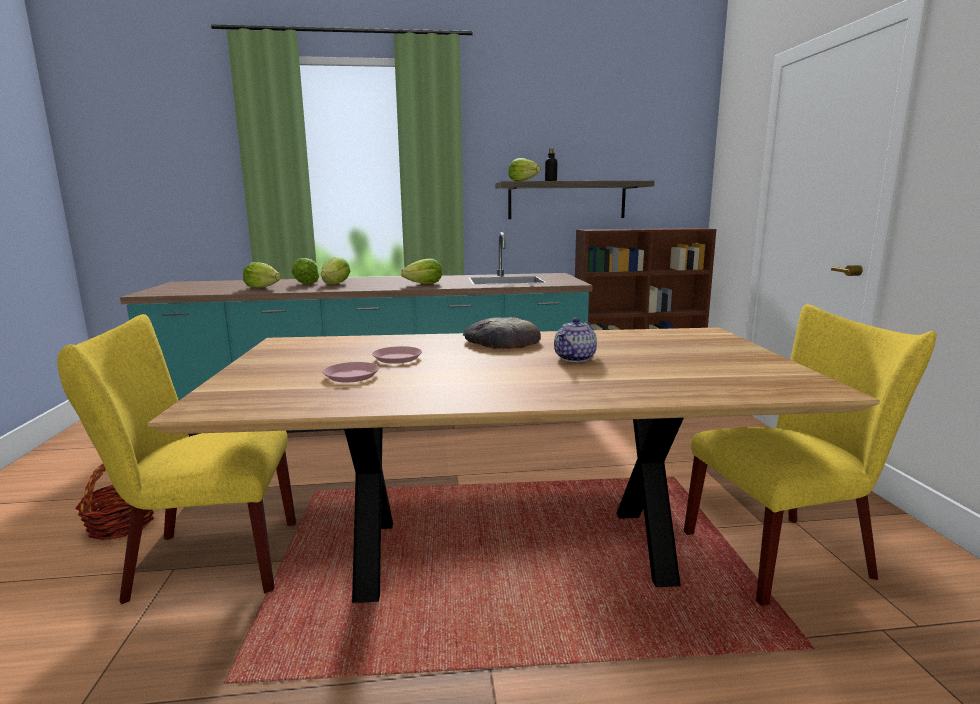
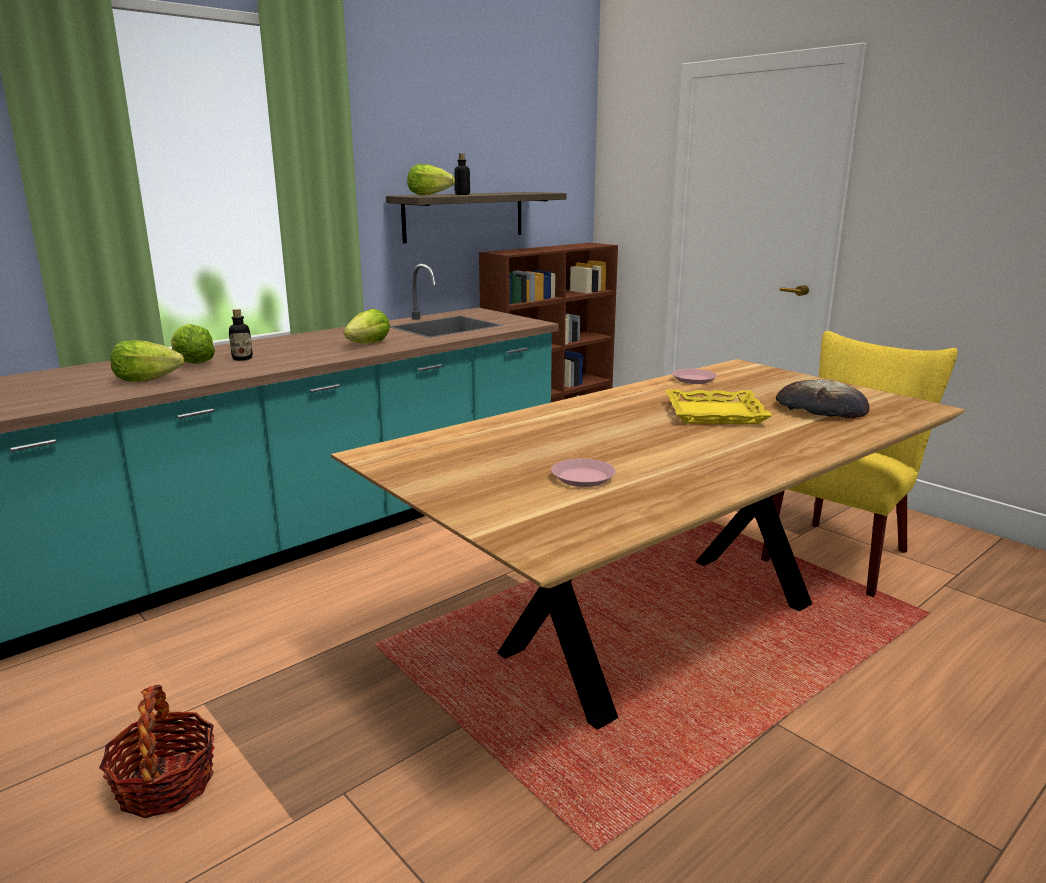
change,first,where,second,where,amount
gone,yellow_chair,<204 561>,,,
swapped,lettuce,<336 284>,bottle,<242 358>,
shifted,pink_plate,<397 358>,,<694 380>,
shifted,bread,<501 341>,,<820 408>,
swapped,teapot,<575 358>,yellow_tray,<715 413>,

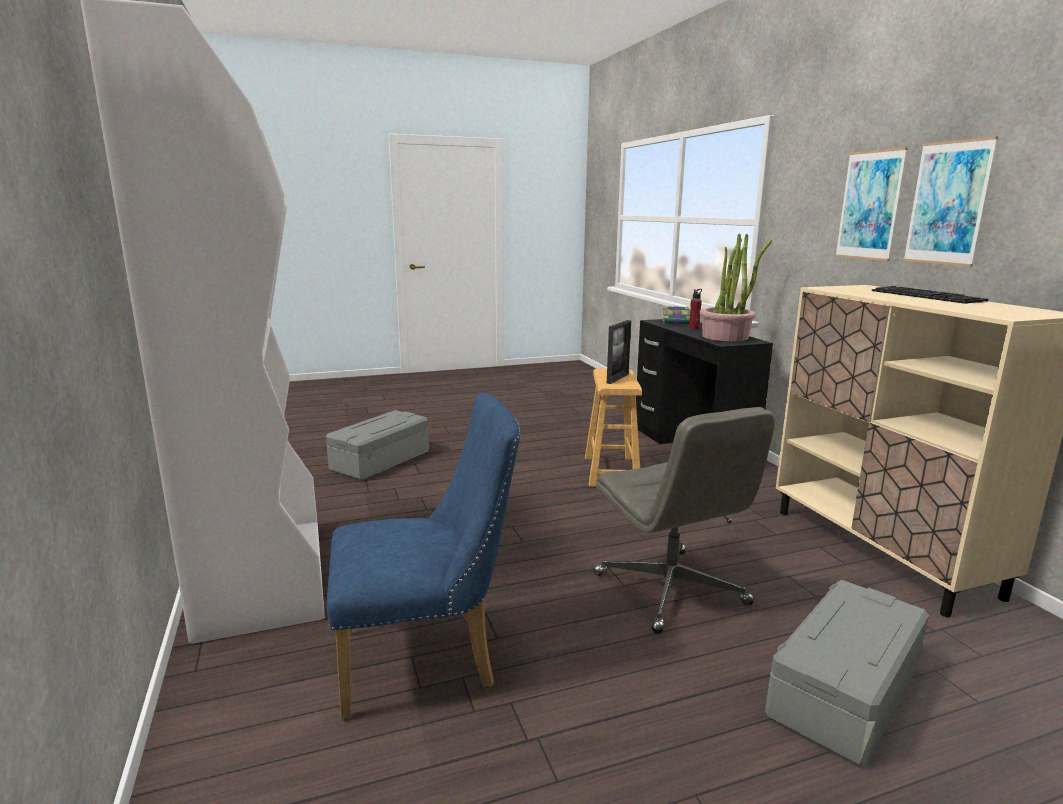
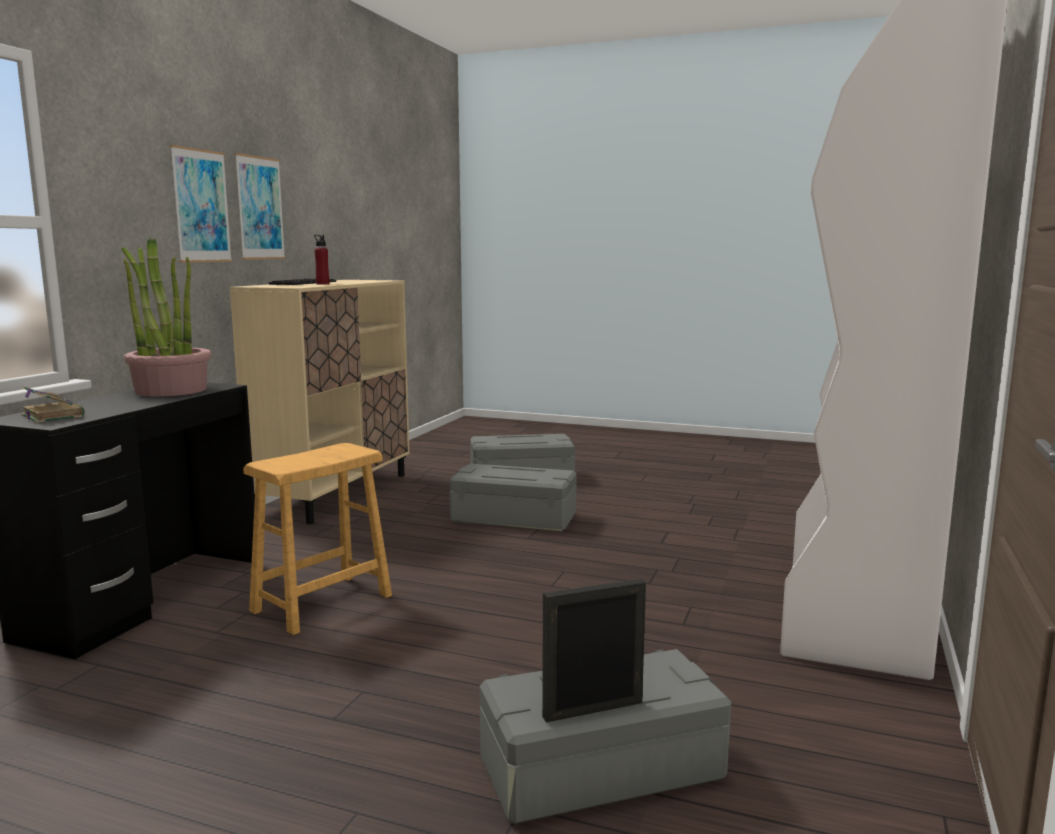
change,first,where,second,where,amount
gone,blue_chair,<428 660>,,,
swapped,grey_office_chair,<671 590>,grey_storage_box,<514 517>,
shifted,picture_frame,<617 378>,,<593 709>,
shifted,red_bottle,<694 328>,,<322 284>,

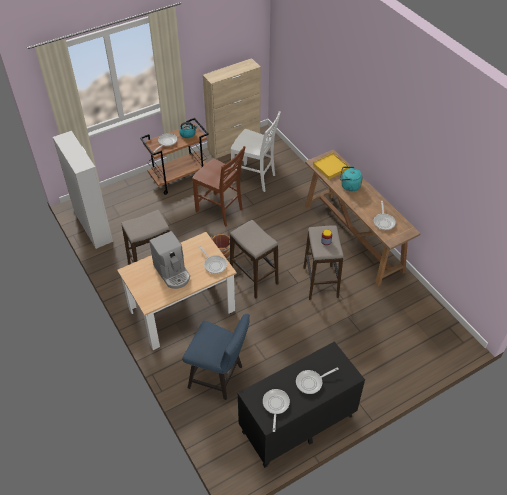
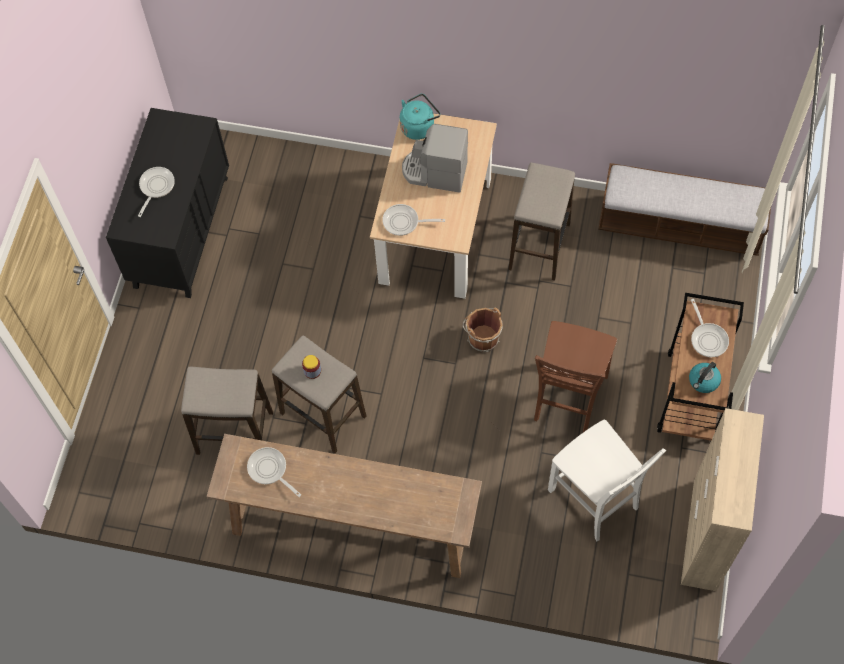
change,first,where,second,where,amount
swapped,cabinet,<93 226>,bench,<679 226>,
gone,blue_chair,<219 377>,,,
rotated,brown_chair,<220 210>,,<568 399>,60 degrees counterclockwise
shifted,stool,<253 278>,,<235 433>,
rotated,white_chair,<254 178>,,<595 500>,105 degrees counterclockwise
gone,frying_pan,<275 405>,,,
gone,yellow_tray,<330 167>,,,
shifted,turquoise_kettle,<349 186>,,<419 126>,

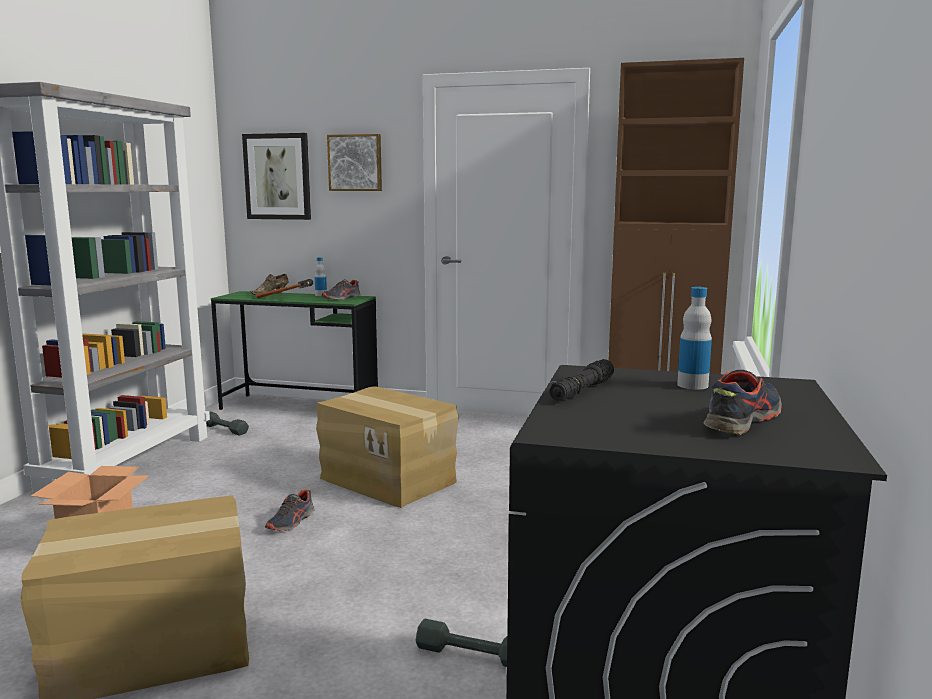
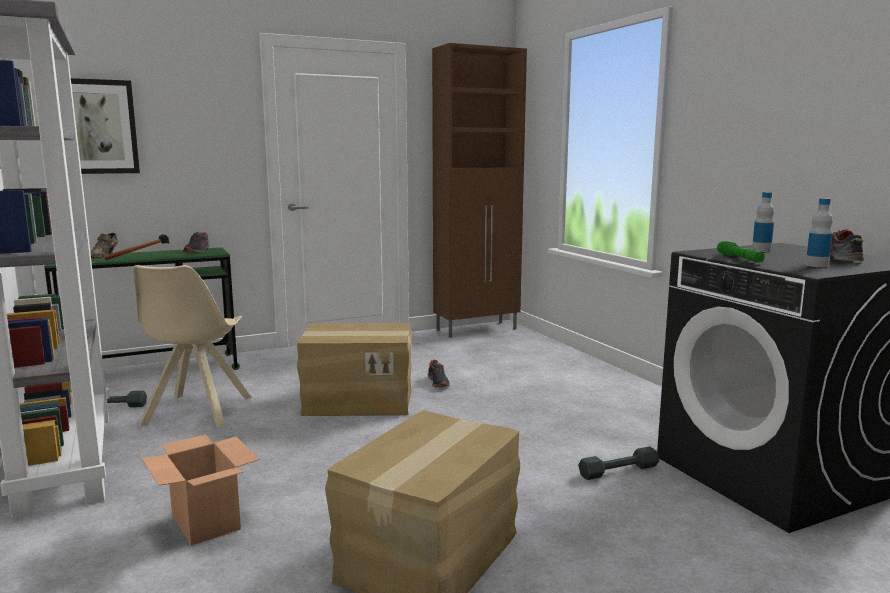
change,first,where,second,where,amount
shifted,shoe,<291 522>,,<438 382>,
shifted,bottle,<321 295>,,<816 265>,
gone,picture,<355 163>,,,
repainted,black_flashlight,<582 390>,green_flashlight,<739 258>,
new,,,beige_chair,<196 412>,

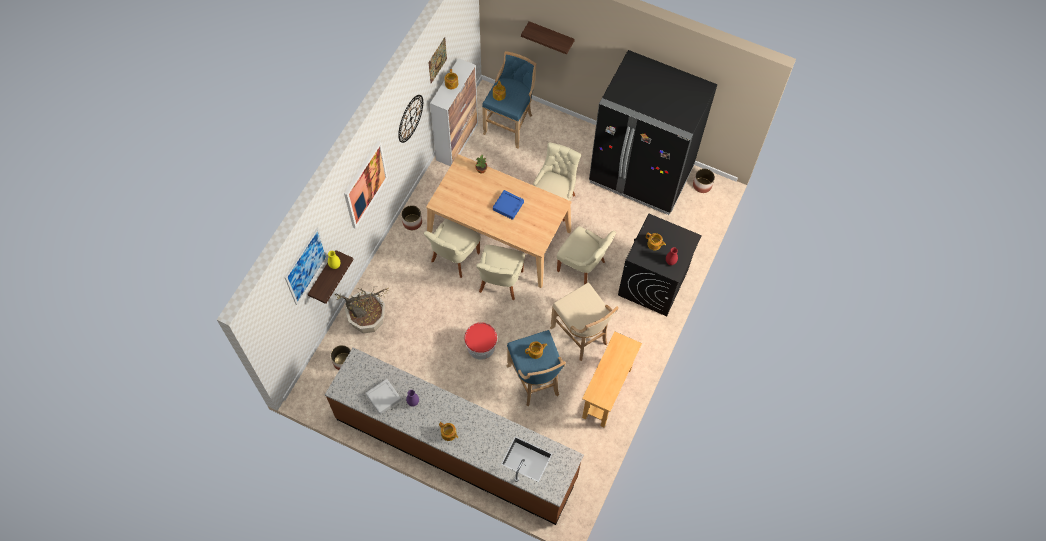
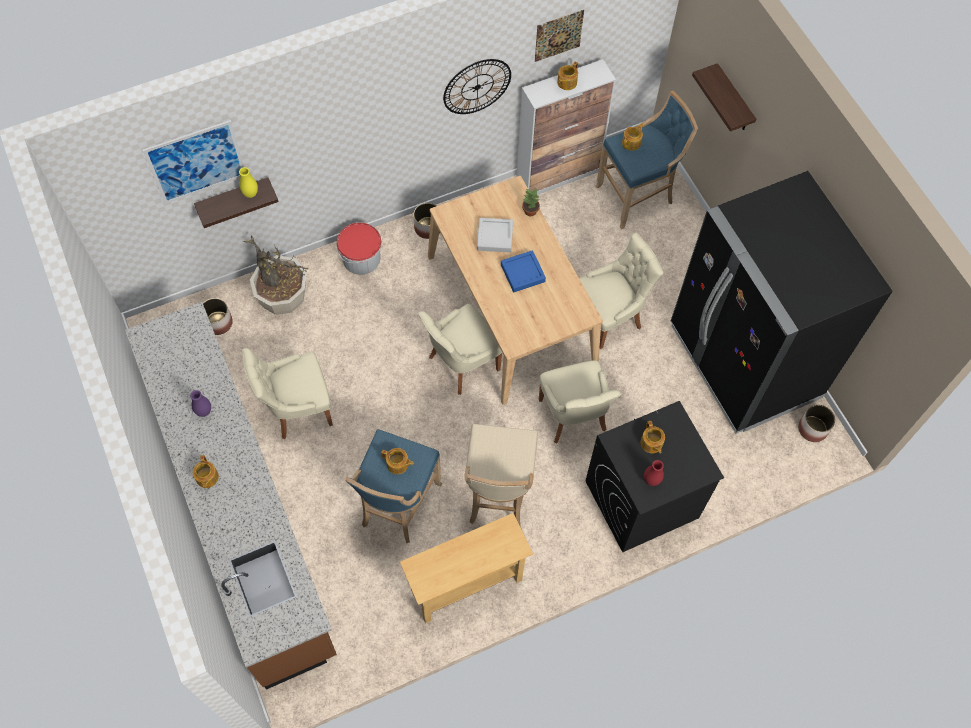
change,first,where,second,where,amount
gone,picture,<365 184>,,,
shifted,grey_tray,<383 397>,,<495 237>,
shifted,beige_chair,<453 258>,,<297 409>,
shifted,bucket,<481 346>,,<361 258>,

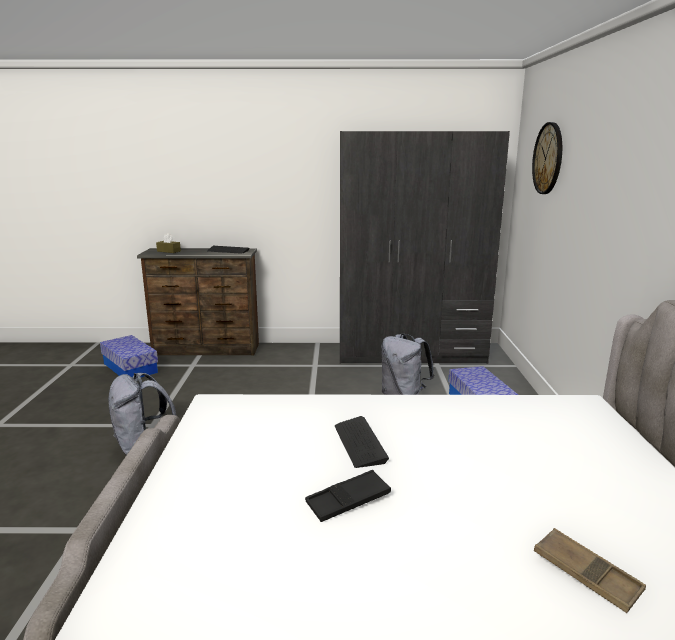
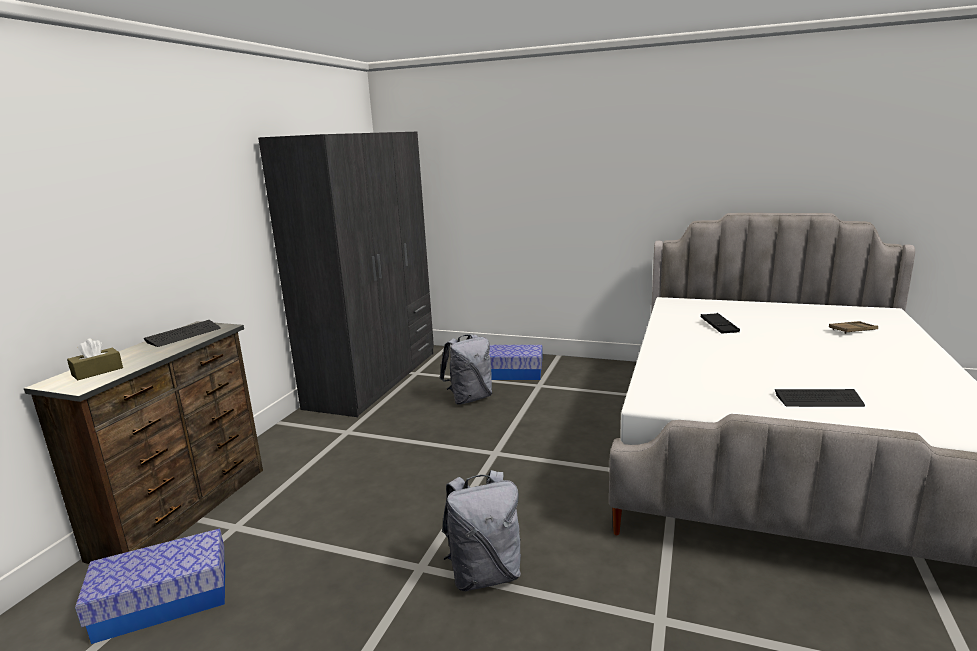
change,first,where,second,where,amount
shifted,black_tray,<348 501>,,<719 326>,
shifted,keyboard,<360 443>,,<818 400>,
gone,wall_clock,<548 158>,,,

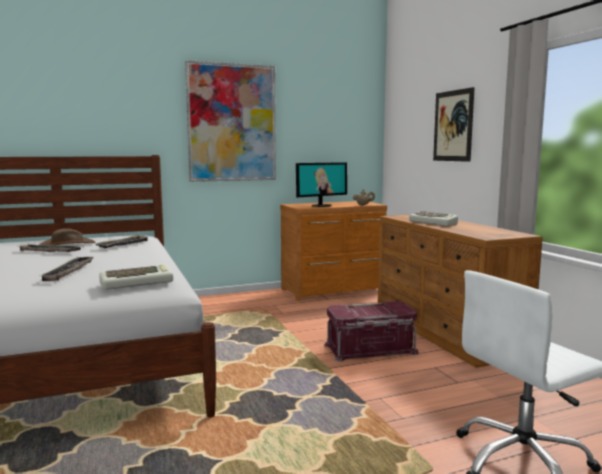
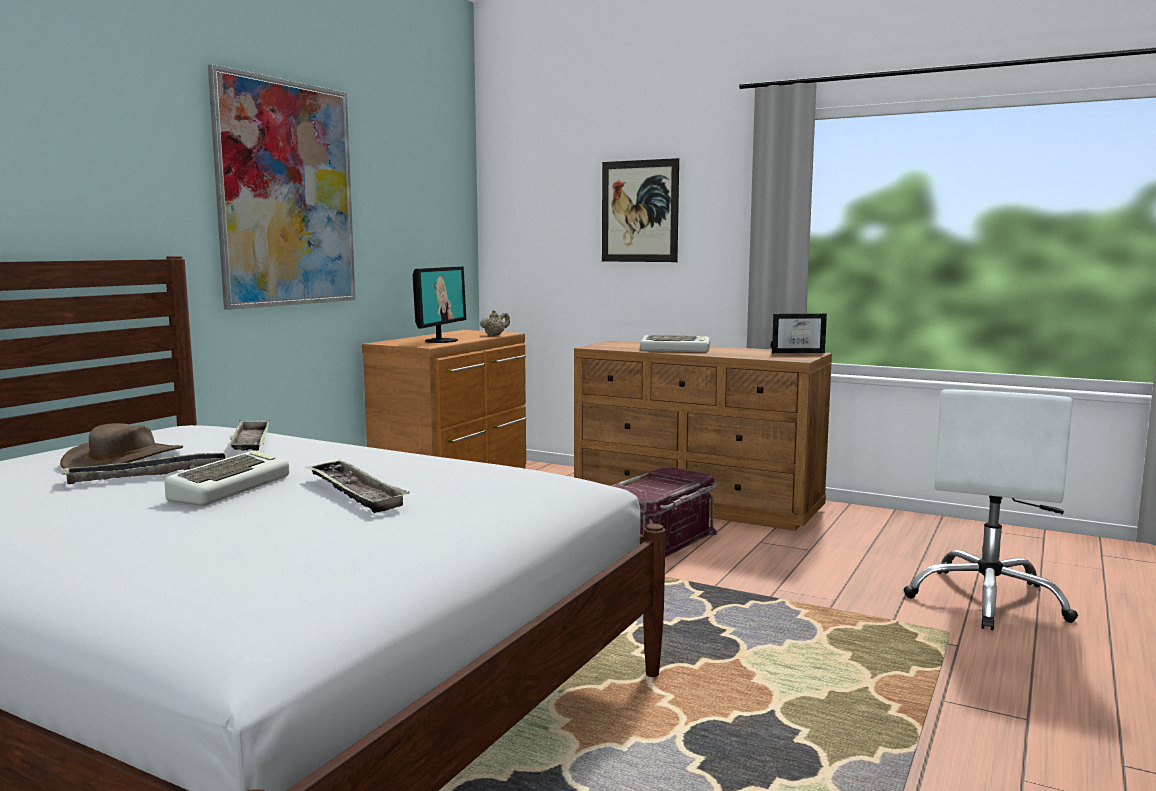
change,first,where,second,where,amount
shifted,keyboard,<137 282>,,<229 488>,
new,,,picture_frame,<797 352>,

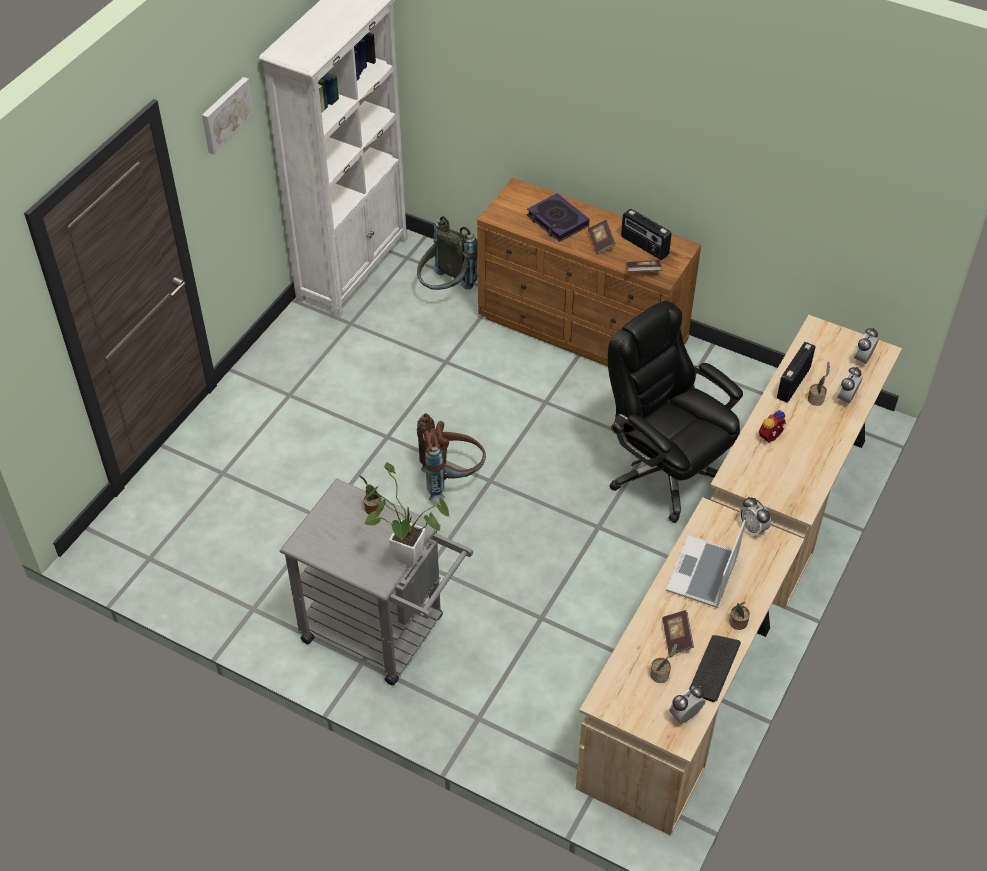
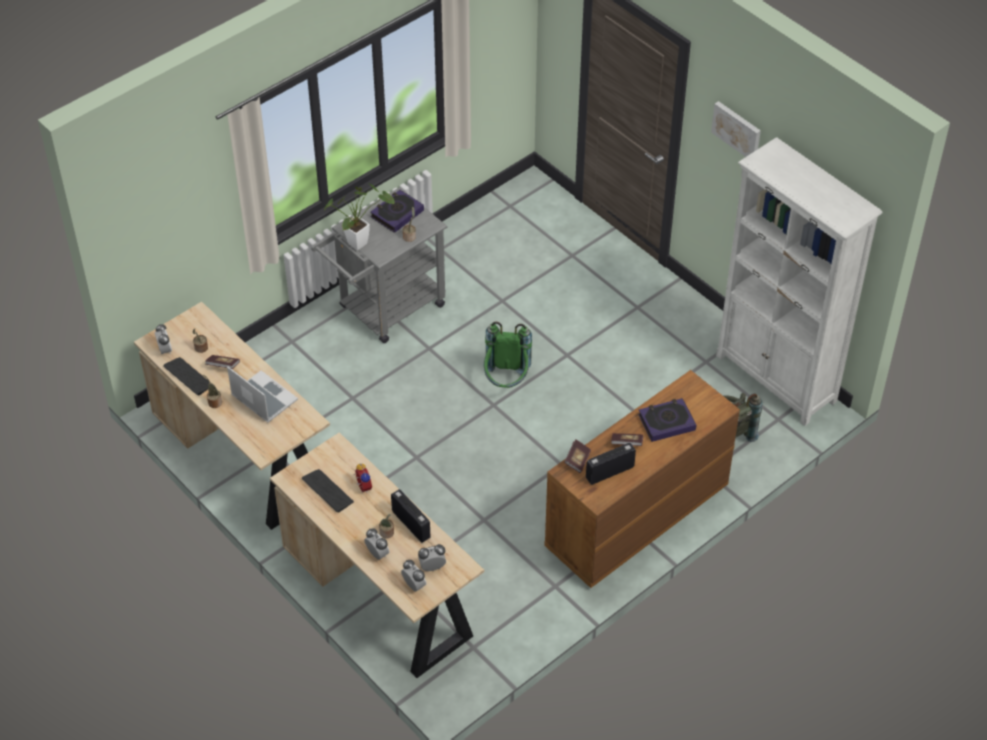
change,first,where,second,where,amount
repainted,brown_backpack,<451 478>,green_backpack,<506 382>,
gone,black_office_chair,<665 471>,,,
shifted,alarm_clock,<752 528>,,<432 567>,
new,,,keyboard,<328 491>,
new,,,book,<397 214>,

